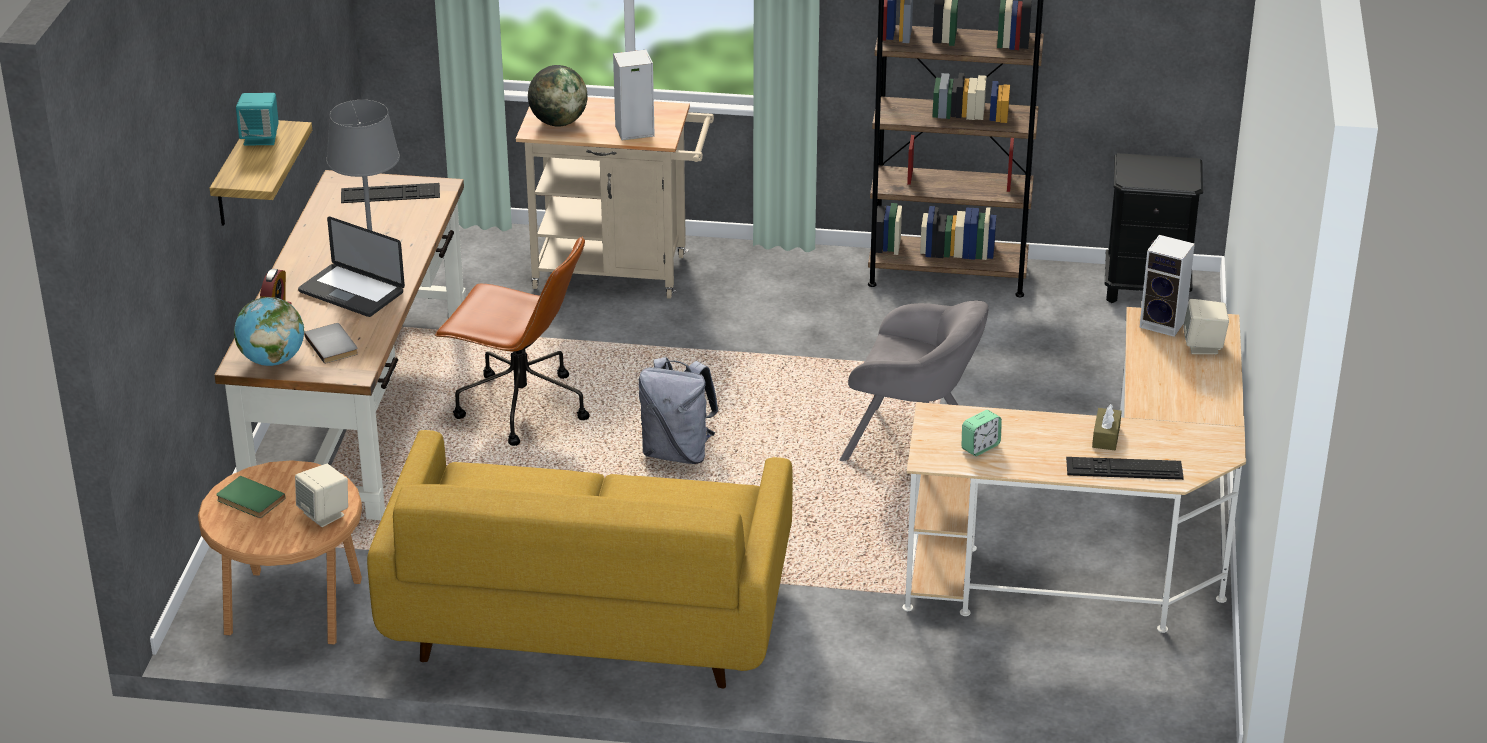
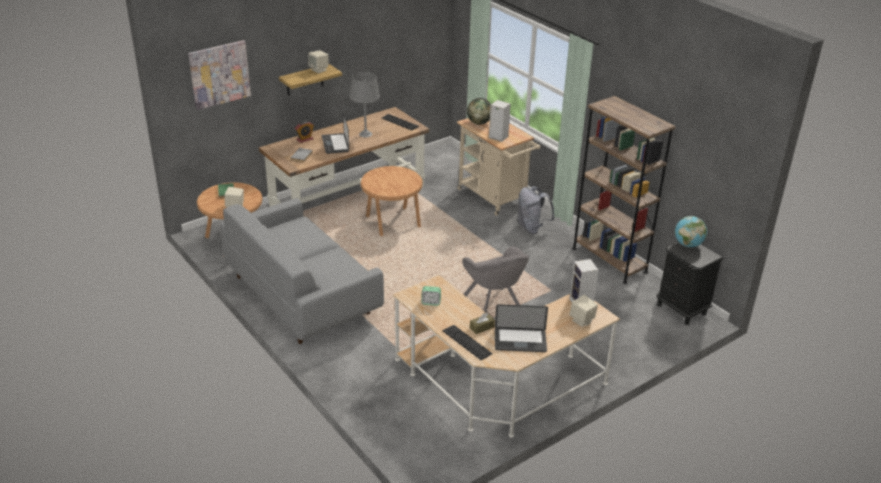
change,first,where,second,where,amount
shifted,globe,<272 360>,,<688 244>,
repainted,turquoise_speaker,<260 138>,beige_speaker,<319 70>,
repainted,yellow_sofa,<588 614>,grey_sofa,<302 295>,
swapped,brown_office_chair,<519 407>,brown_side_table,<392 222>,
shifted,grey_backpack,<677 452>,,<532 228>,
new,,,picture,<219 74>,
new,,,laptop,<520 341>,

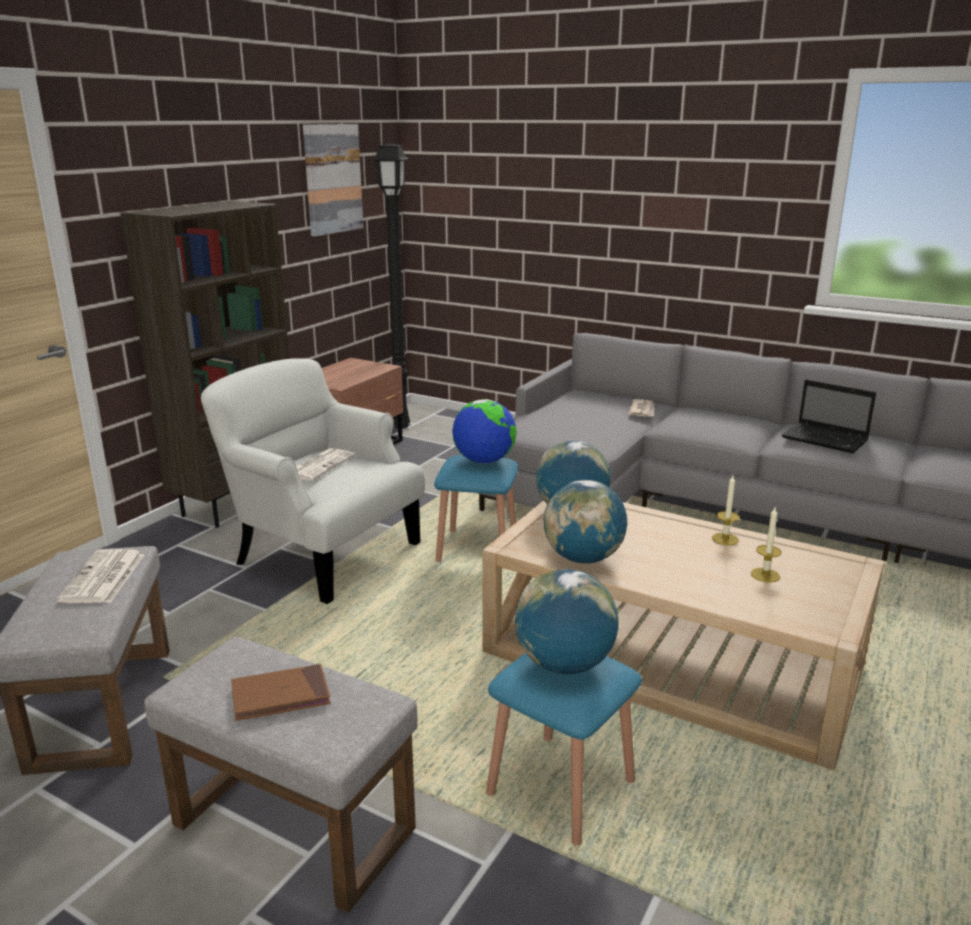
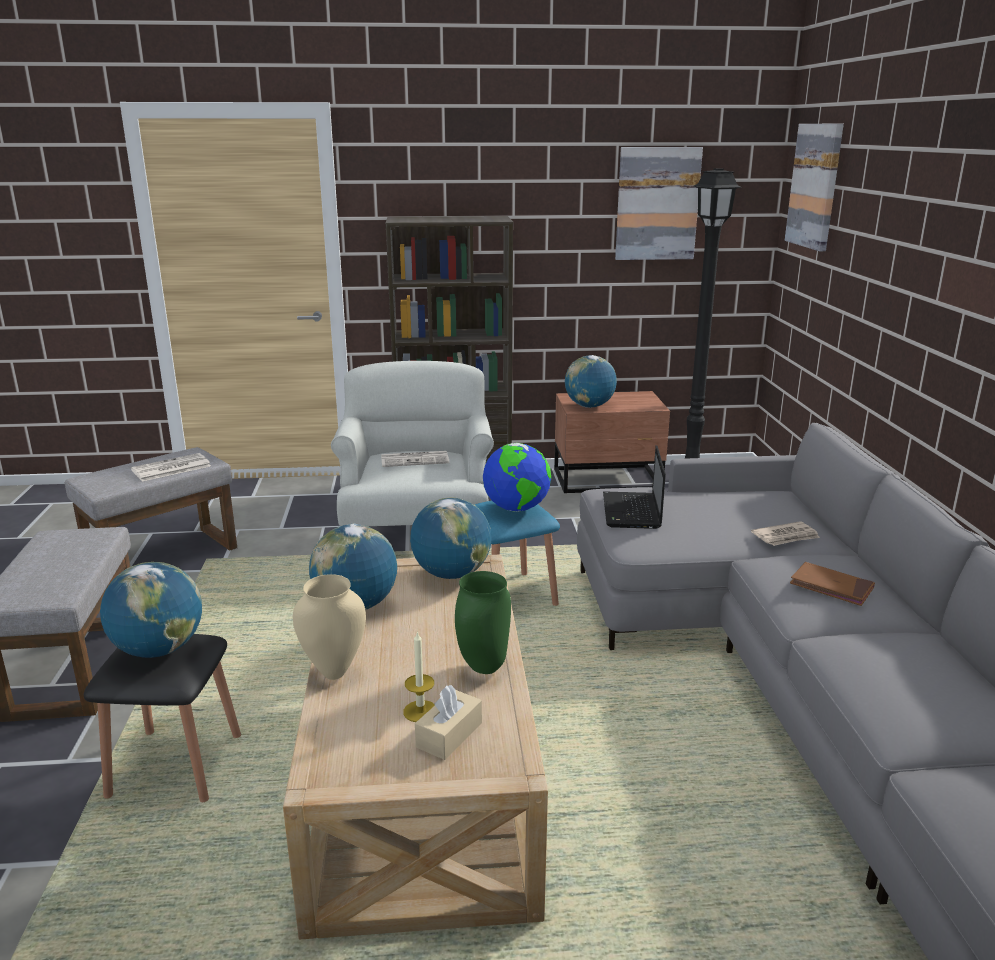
change,first,where,second,where,amount
shifted,brown_book,<280 696>,,<831 587>,
repainted,blue_stool,<561 787>,black_stool,<175 765>,
swapped,candle,<725 539>,green_vase,<482 667>,
shifted,laptop,<826 440>,,<632 512>,
new,,,beige_vase,<334 672>,
new,,,beige_tissue_box,<449 735>,
new,,,globe,<589 406>,
new,,,picture,<815 186>,

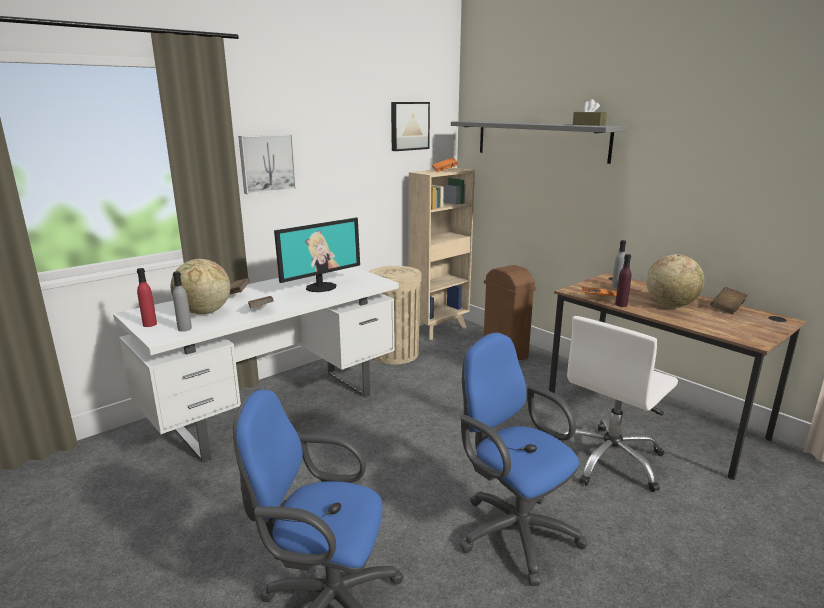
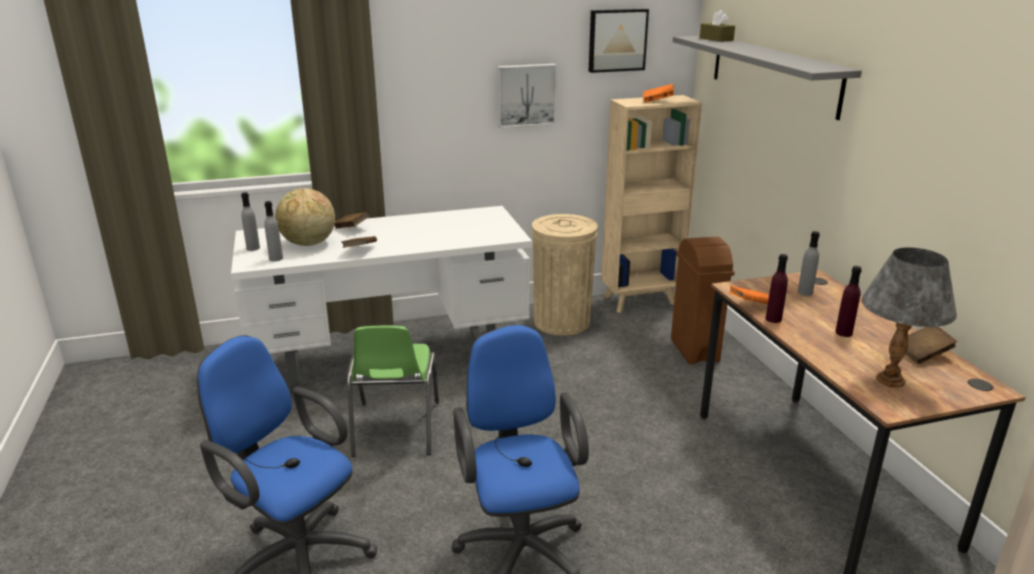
change,first,where,second,where,amount
repainted,red_bottle,<150 324>,grey_bottle,<253 248>,
shifted,picture,<266 163>,,<525 95>,
gone,monitor,<321 287>,,,
gone,white_office_chair,<610 460>,,,
shifted,brown_tissue_box,<588 125>,,<716 39>,
swapped,globe,<670 305>,purple_bottle,<843 333>,
new,,,green_chair,<395 429>,
new,,,grey_table_lamp,<889 379>,

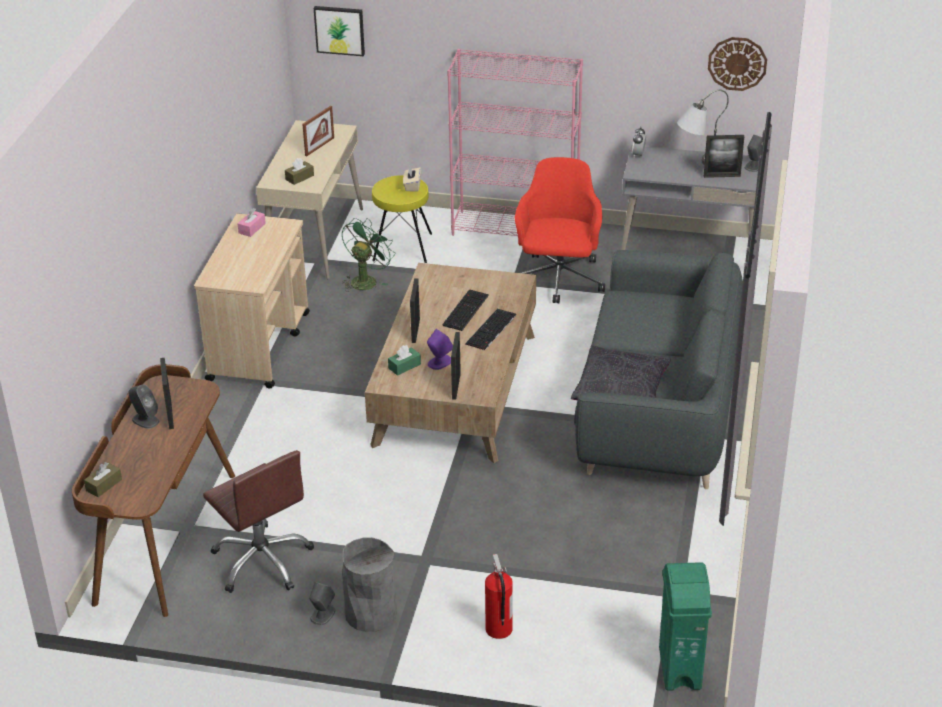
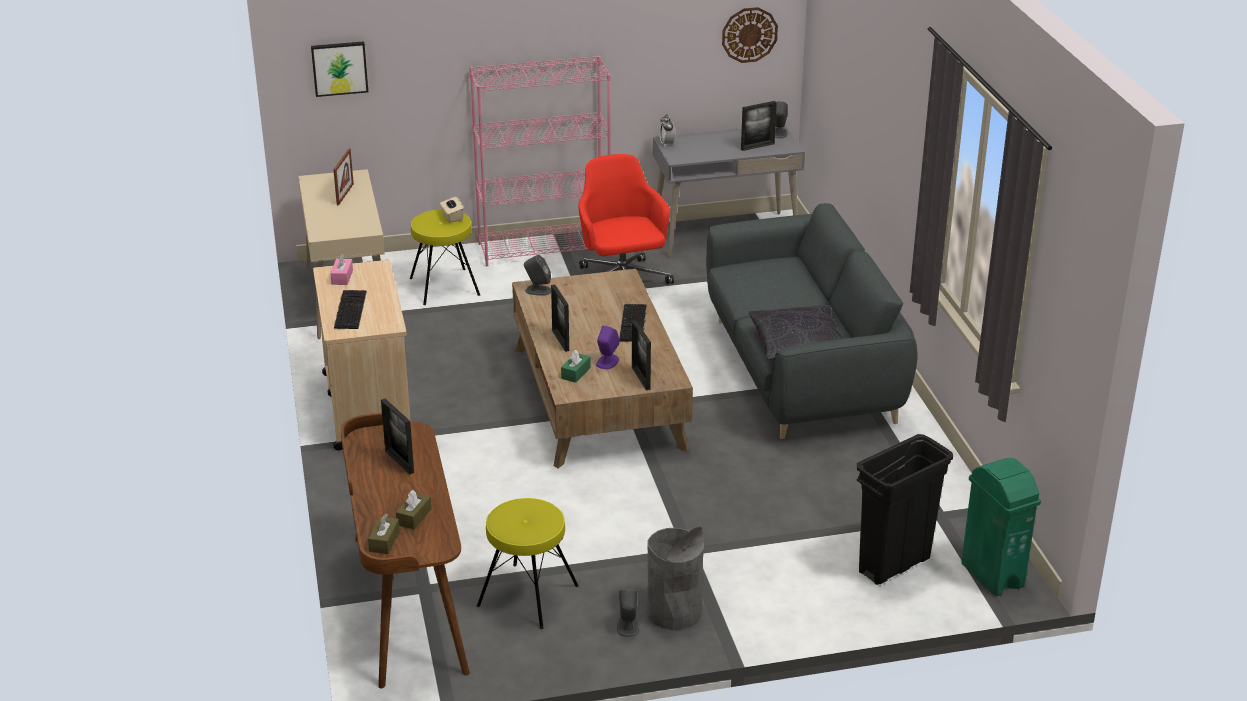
change,first,where,second,where,amount
shifted,grey_speaker,<145 420>,,<538 290>,
swapped,brown_office_chair,<262 560>,yellow_stool,<528 596>,
shifted,brown_tissue_box,<299 177>,,<414 517>,
gone,green_fan,<366 280>,,,
shifted,keyboard,<465 310>,,<349 309>,
gone,fire_extinguisher,<498 630>,,,
gone,grey_table_lamp,<698 163>,,,
new,,,black_trash_can,<894 565>,

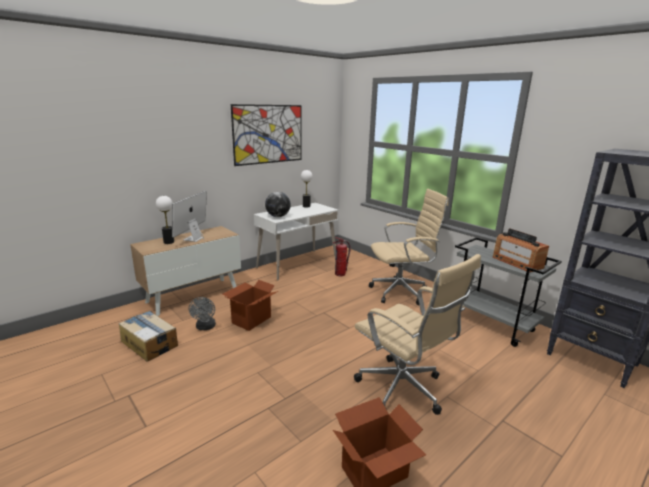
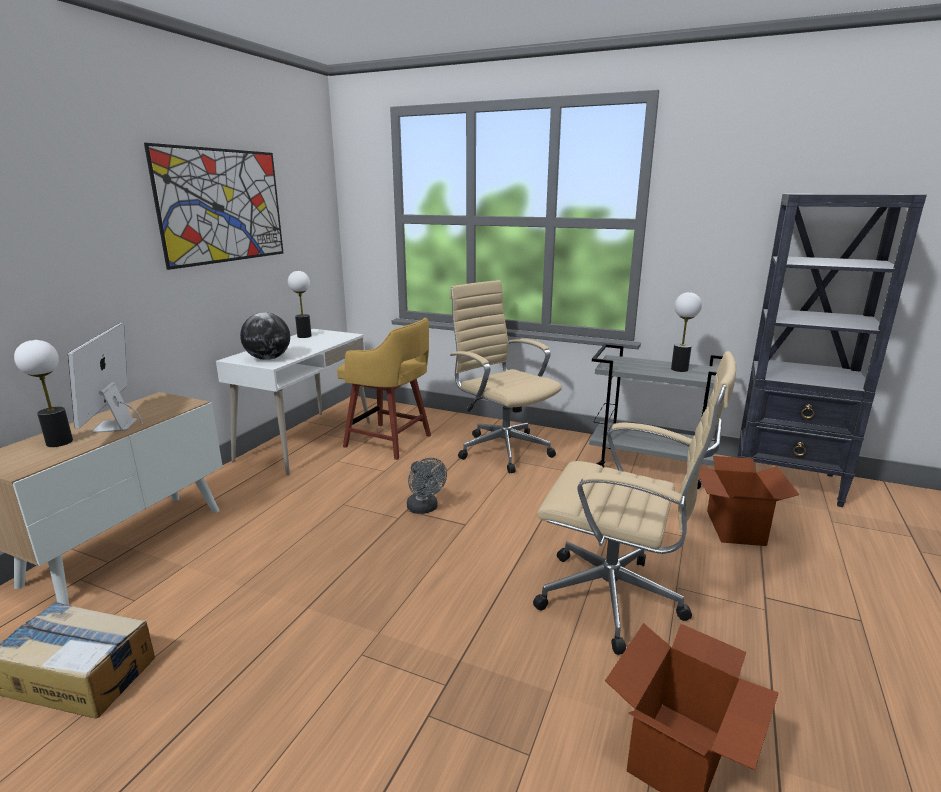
change,first,where,second,where,amount
shifted,grey_fan,<205 327>,,<425 509>,
shifted,cardboard_box,<251 320>,,<734 528>,
swapped,fire_extinguisher,<340 274>,yellow_stool,<390 442>,
rotated,beige_office_chair,<401 292>,,<502 449>,90 degrees counterclockwise
swapped,radio,<517 262>,table_lamp,<679 369>,

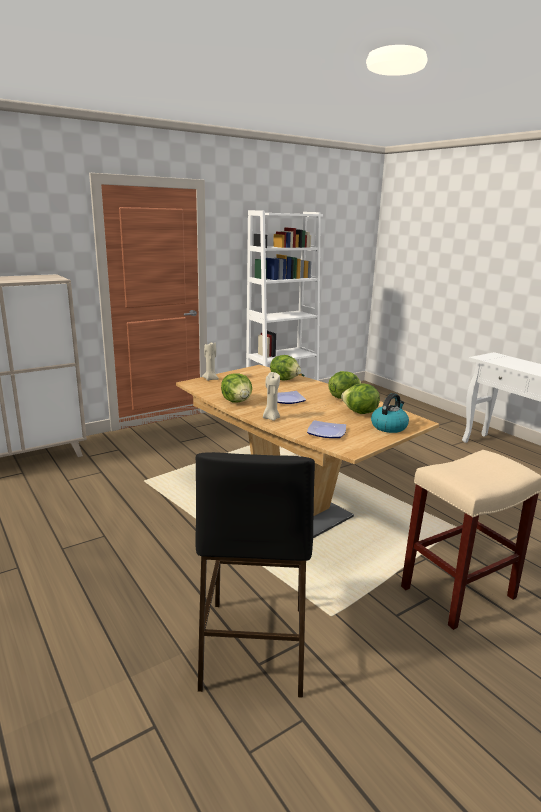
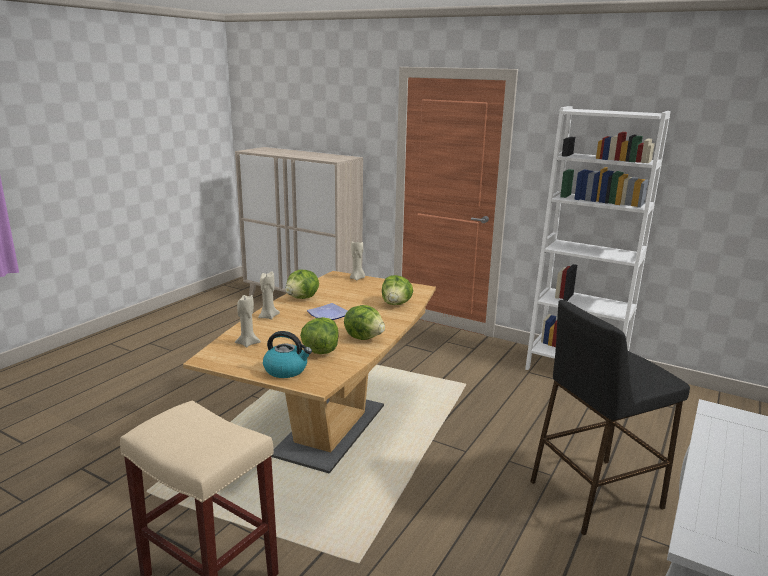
change,first,where,second,where,amount
shifted,black_stool,<254 647>,,<594 495>,
swapped,plate,<327 432>,beige_candle,<247 343>,

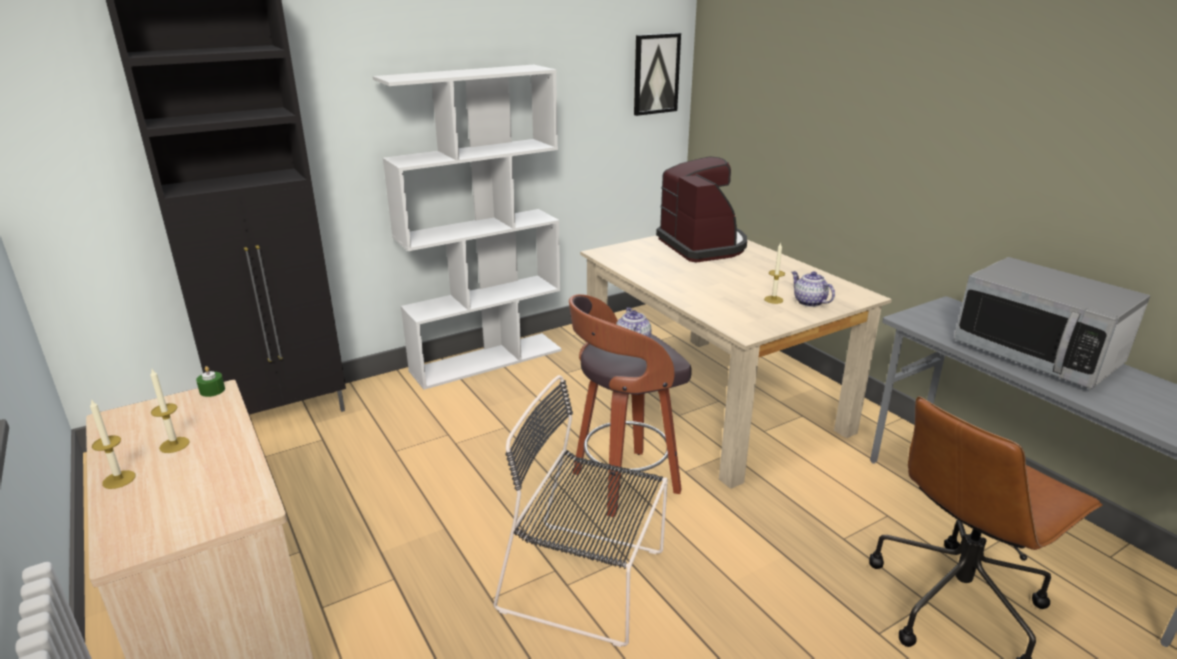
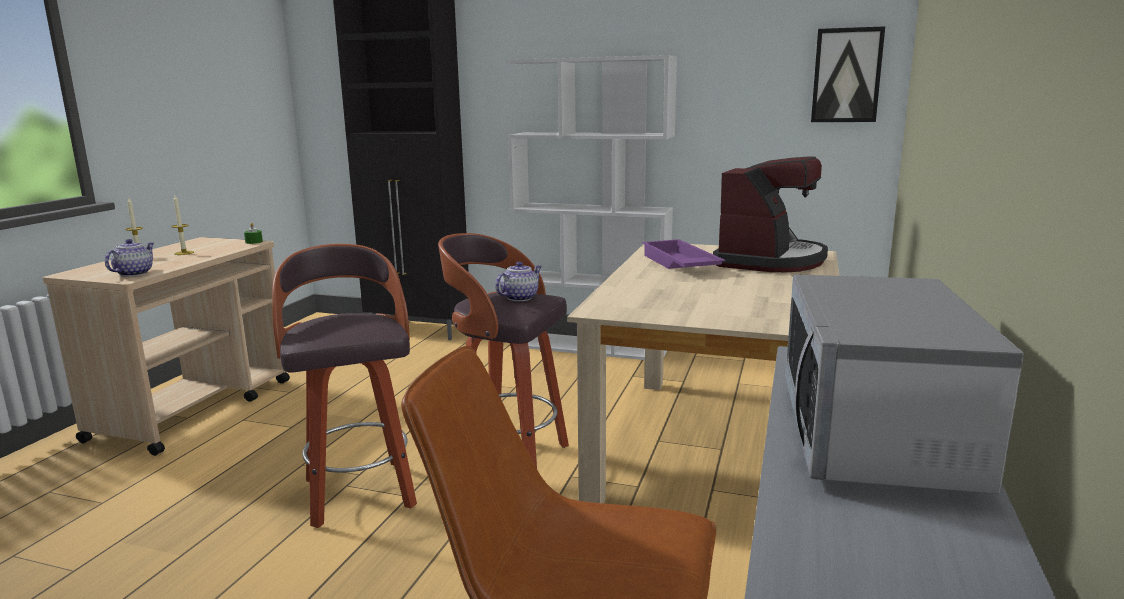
change,first,where,second,where,amount
swapped,black_chair,<588 582>,stool,<359 492>,
gone,candle,<773 299>,,,
shifted,teapot,<808 302>,,<134 273>,
new,,,purple_tray,<678 264>,

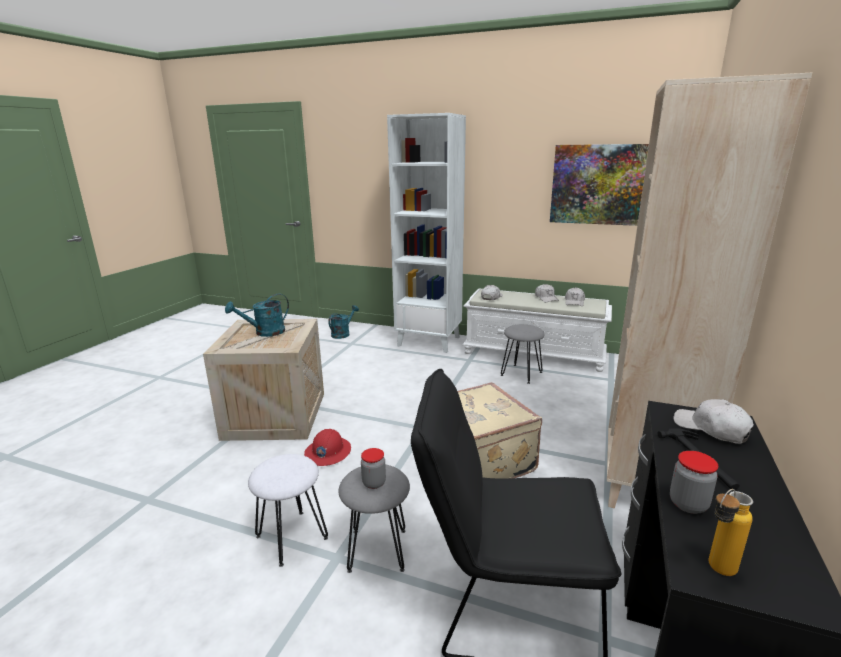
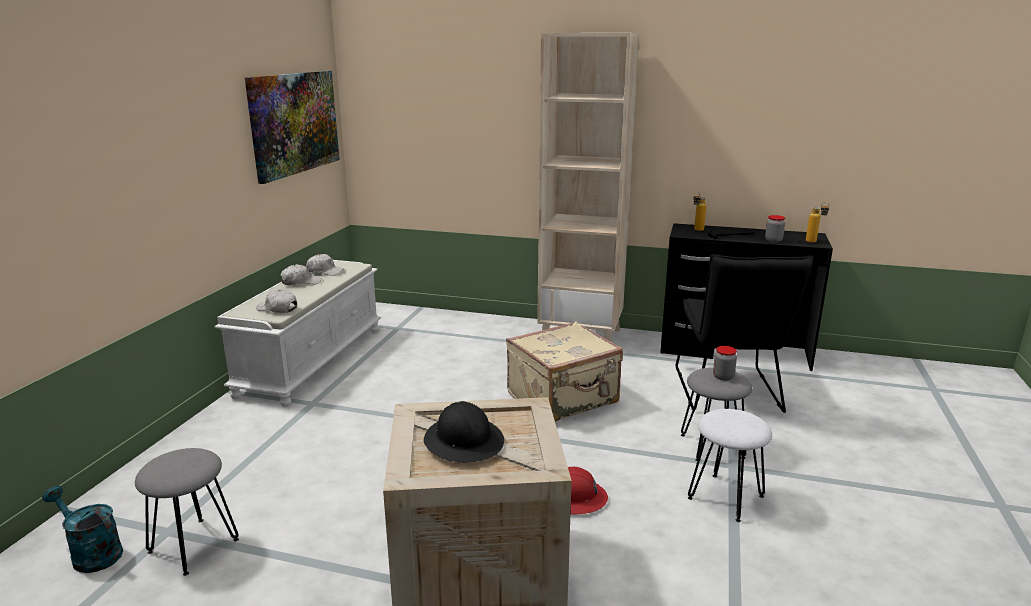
change,first,where,second,where,amount
swapped,turquoise_watering_can,<264 333>,black_hard_hat,<464 441>,
gone,white_bookcase,<429 341>,,,
shifted,grey_stool,<521 373>,,<193 545>,
swapped,white_cap,<711 429>,bottle,<696 230>,

